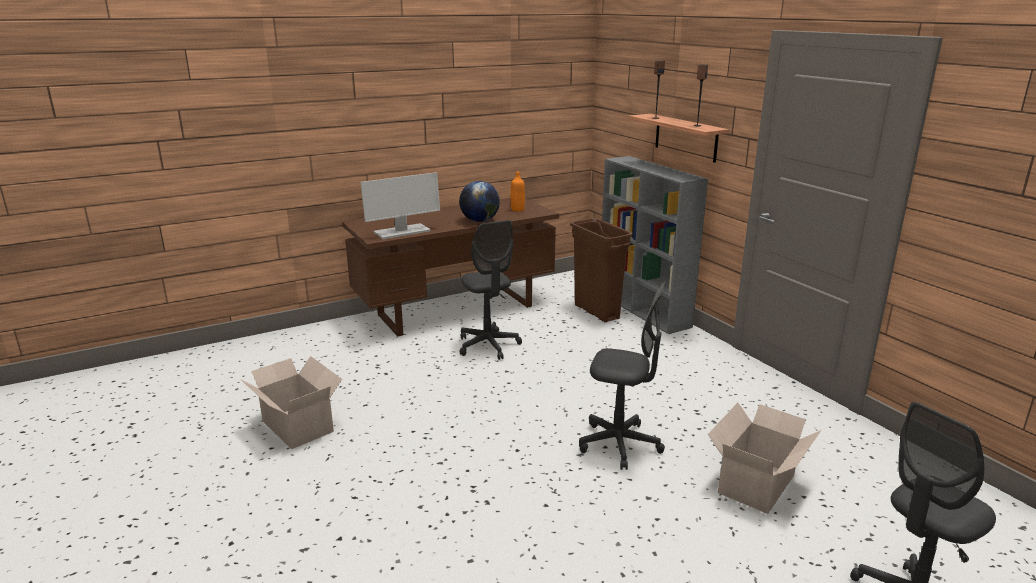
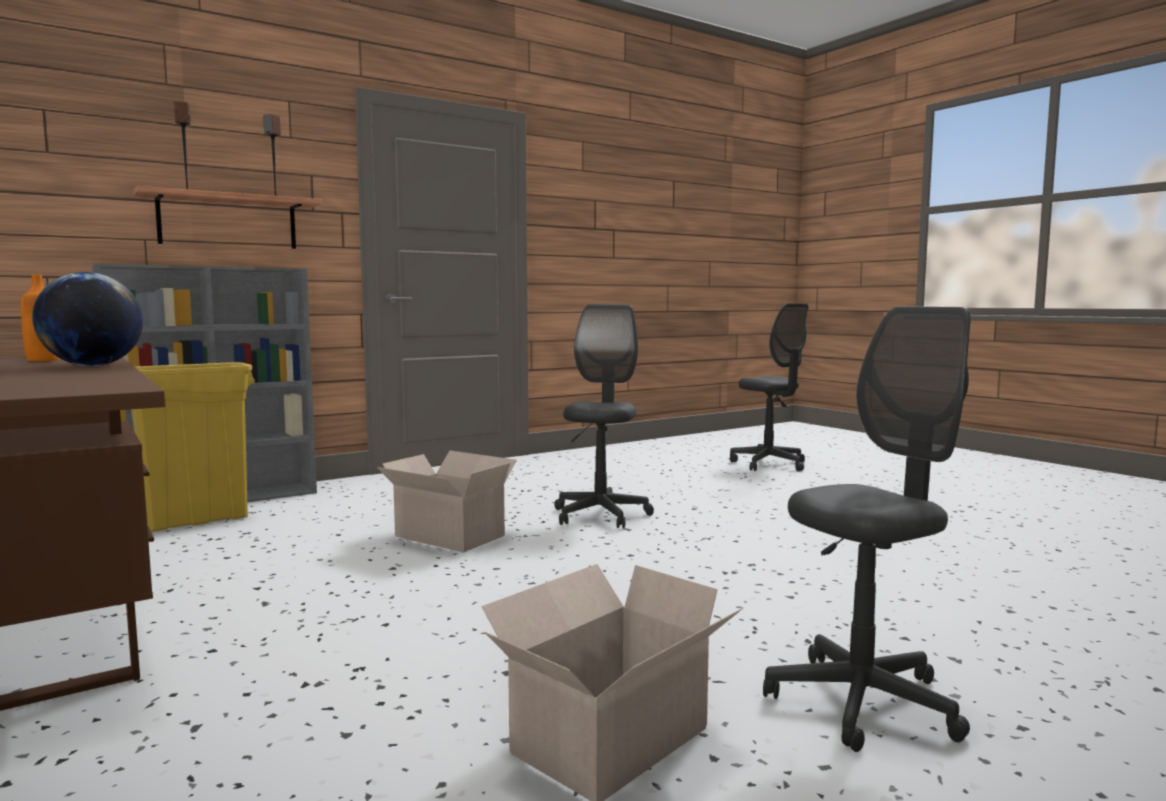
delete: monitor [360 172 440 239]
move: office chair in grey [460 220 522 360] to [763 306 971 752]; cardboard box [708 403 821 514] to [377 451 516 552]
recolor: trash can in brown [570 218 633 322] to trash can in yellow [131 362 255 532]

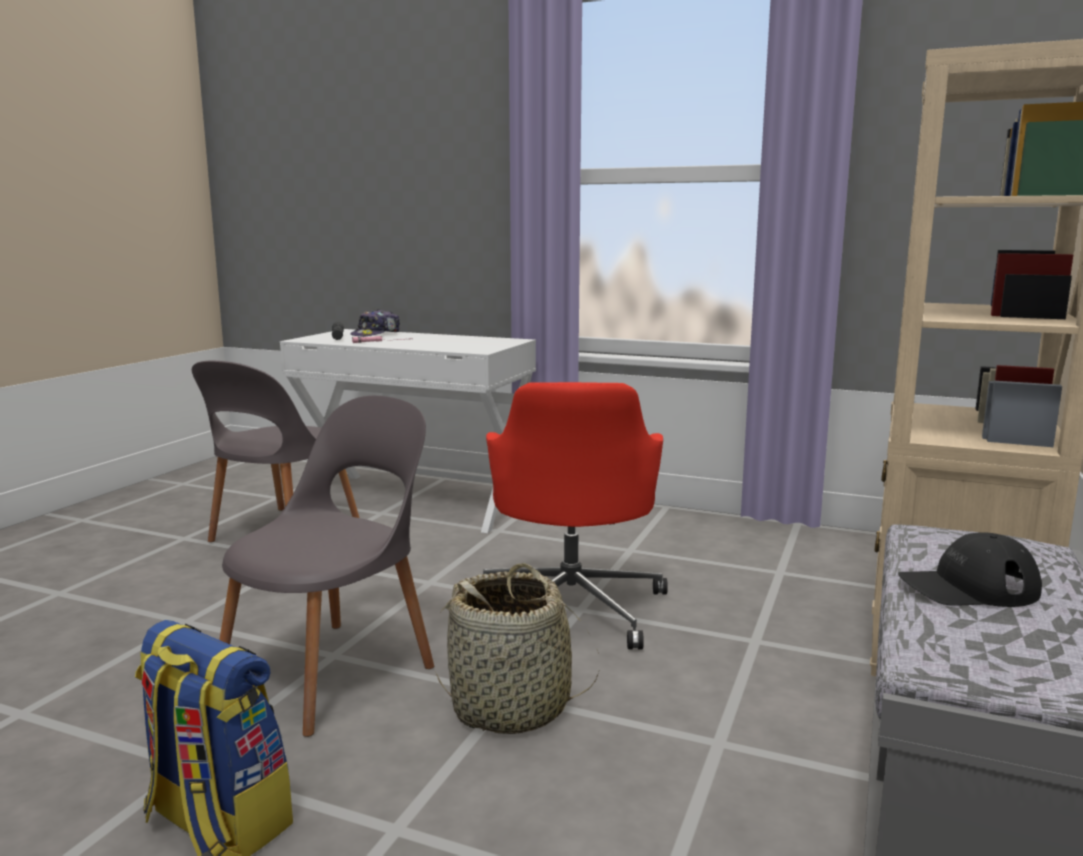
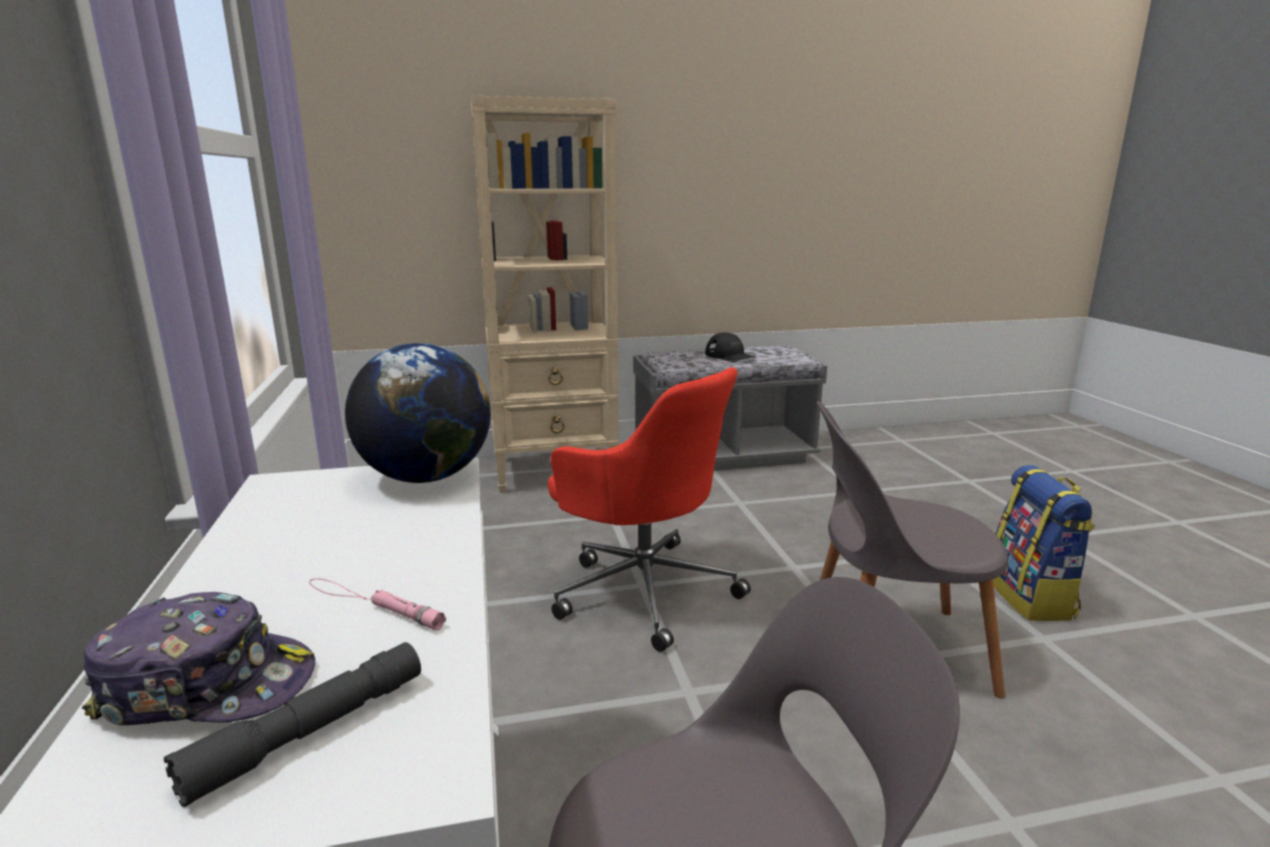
delete: basket [436 563 600 734]
insert: globe [345 343 491 483]
rotate: office chair in red [483 382 668 650] = [548 367 751 652] 75 degrees clockwise

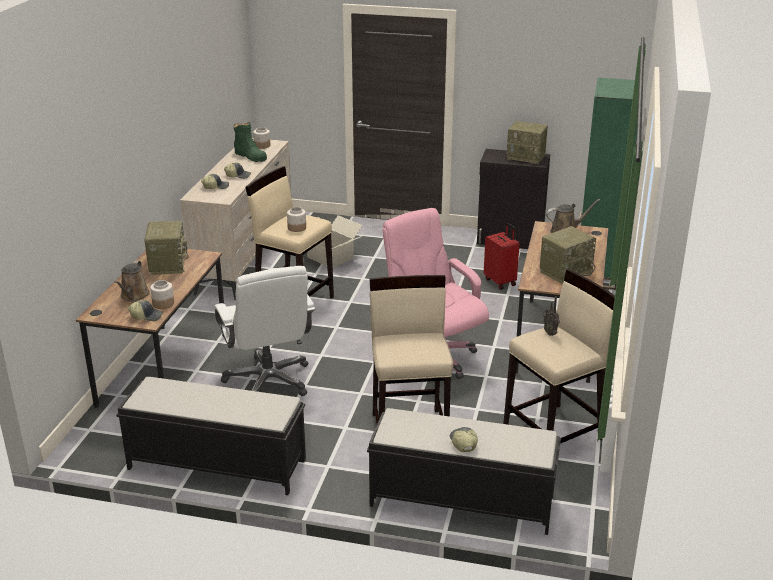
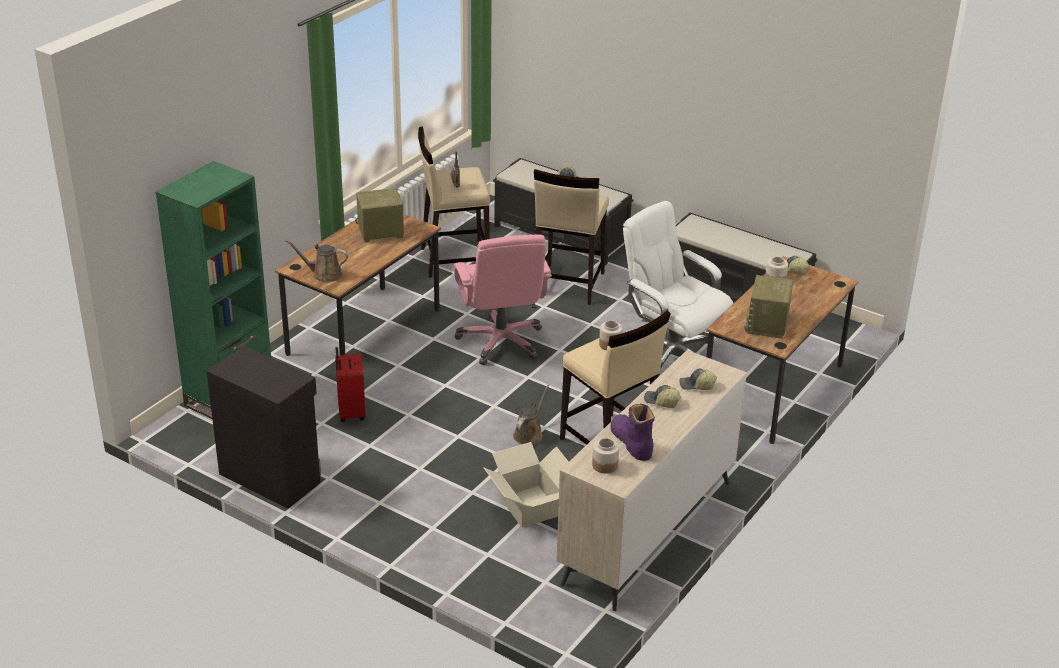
delete: radio [506 121 548 164]
move: watering can in brown [114 260 150 302] to [513 385 549 444]
recolor: boot in green [234 122 267 162] to boot in purple [610 404 655 461]
rotate: office chair in white [214 266 316 396] = [623 201 733 377] 45 degrees counterclockwise

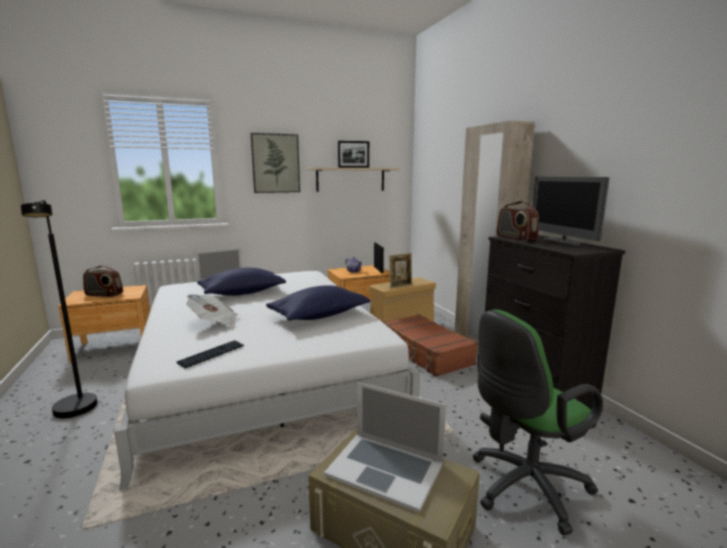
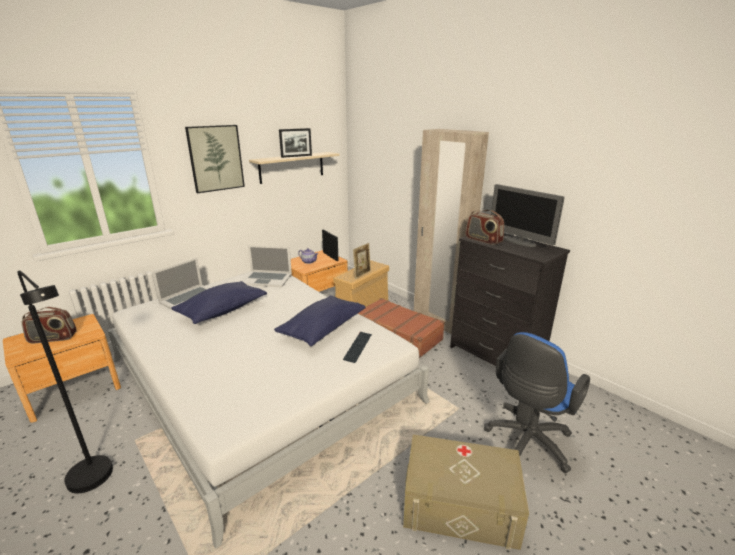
delete: newspaper [186 294 238 326]
move: keyboard [177 340 244 368] to [343 332 372 363]; laptop [324 382 446 513] to [240 245 292 287]
recolor: office chair in green [472 309 603 535] to office chair in blue [484 332 590 473]

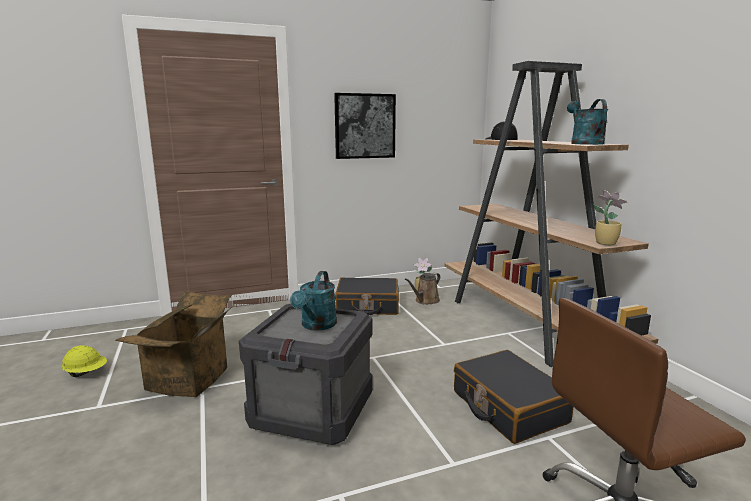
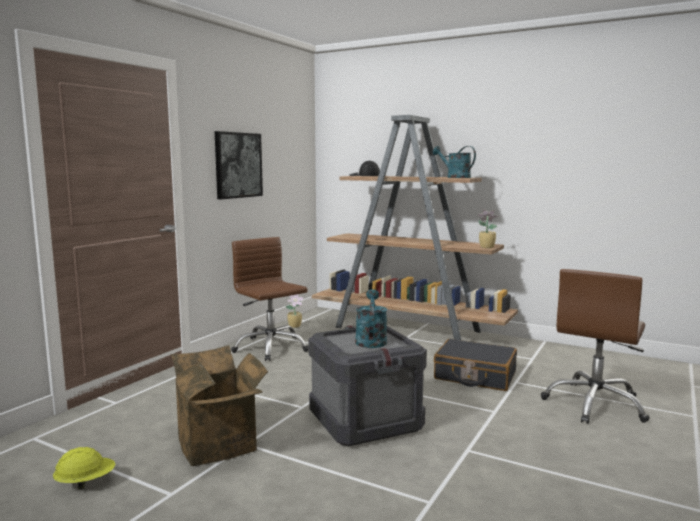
delete: watering can in brown [405 273 440 305]
replace: suitcase in black [335 277 399 315] to office chair in brown [231 237 309 361]
rotate: watering can in turquoise [290 271 337 331] = [355 289 387 348] 150 degrees counterclockwise

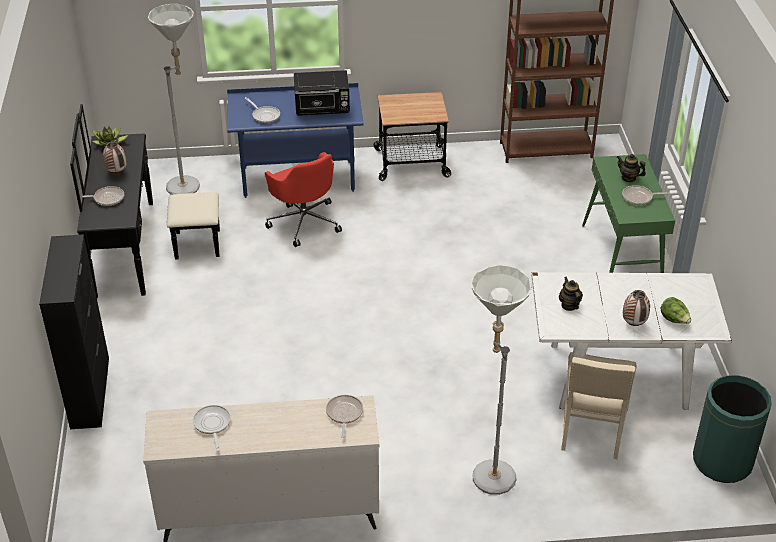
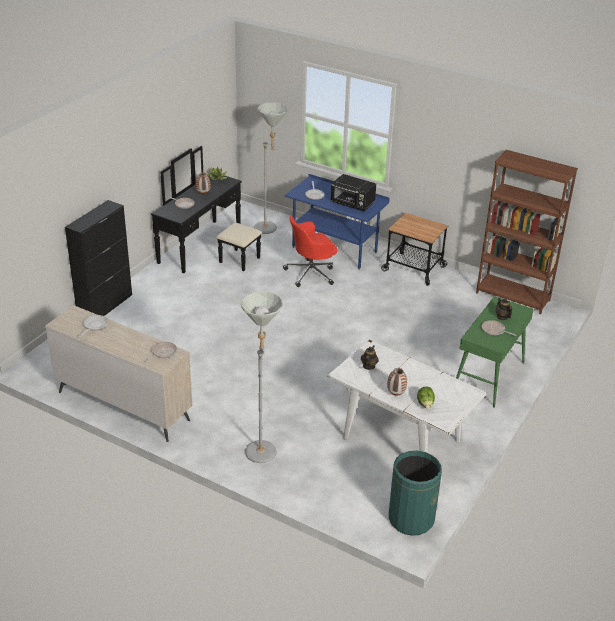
delete: chair in beige [561 352 637 459]
rotate: office chair in red [265 152 342 247] = [283 216 338 287] 60 degrees clockwise

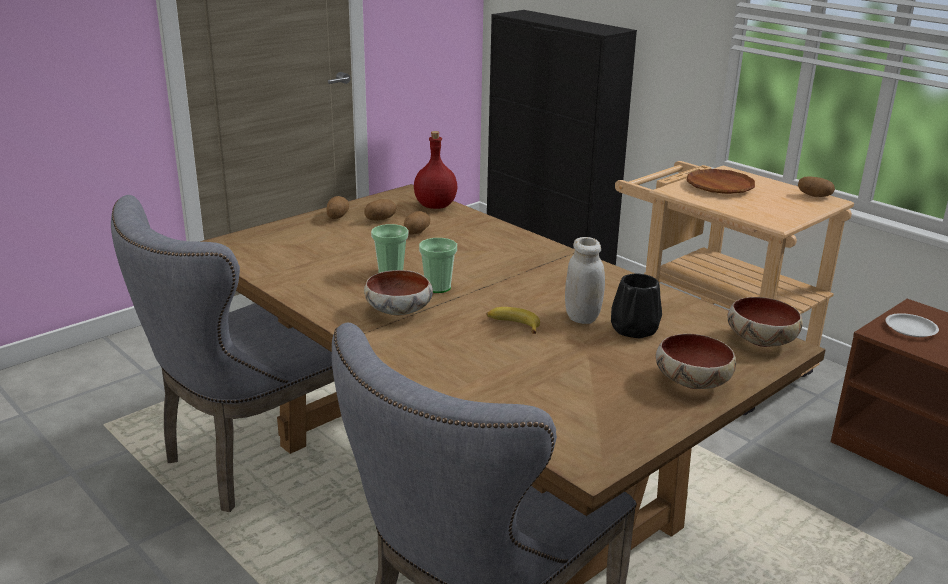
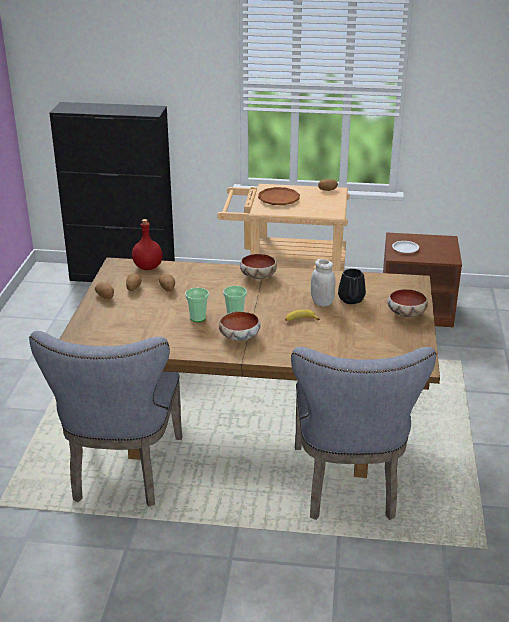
move: bowl [727 297 803 347] to [240 254 277 279]

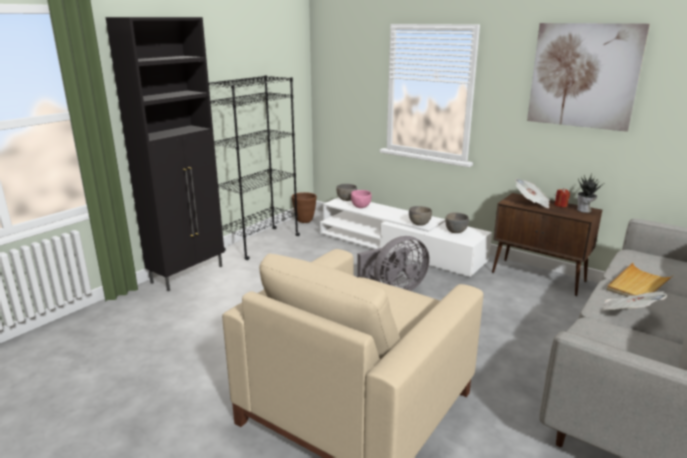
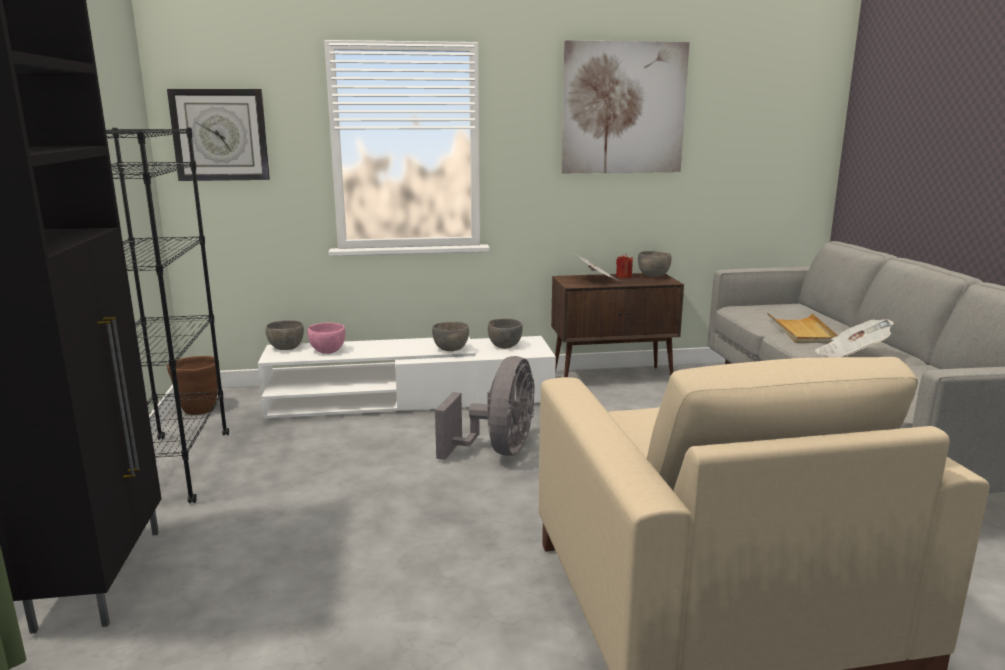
insert: wall clock [167 89 270 181]
replace: potted plant [577 173 605 213] to bowl in grey [638 251 671 277]

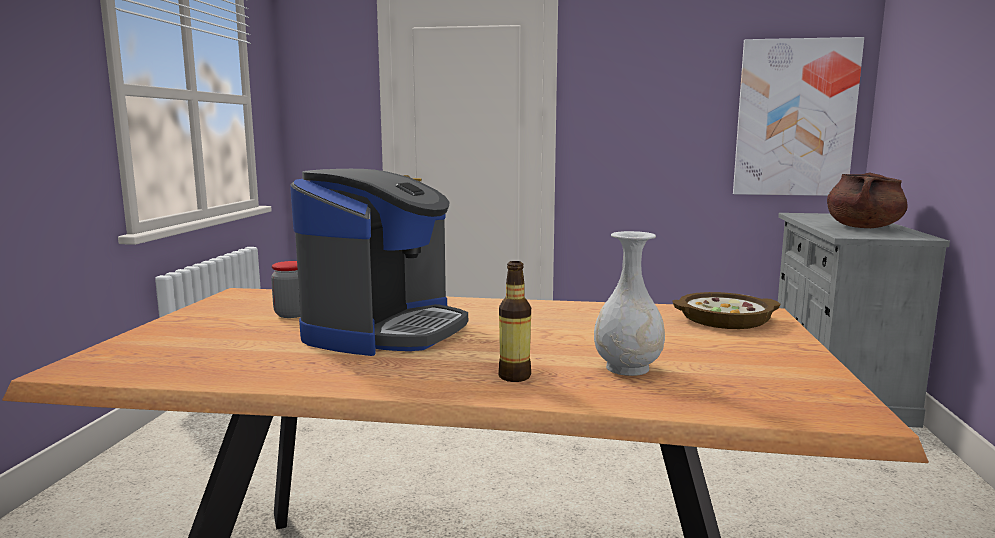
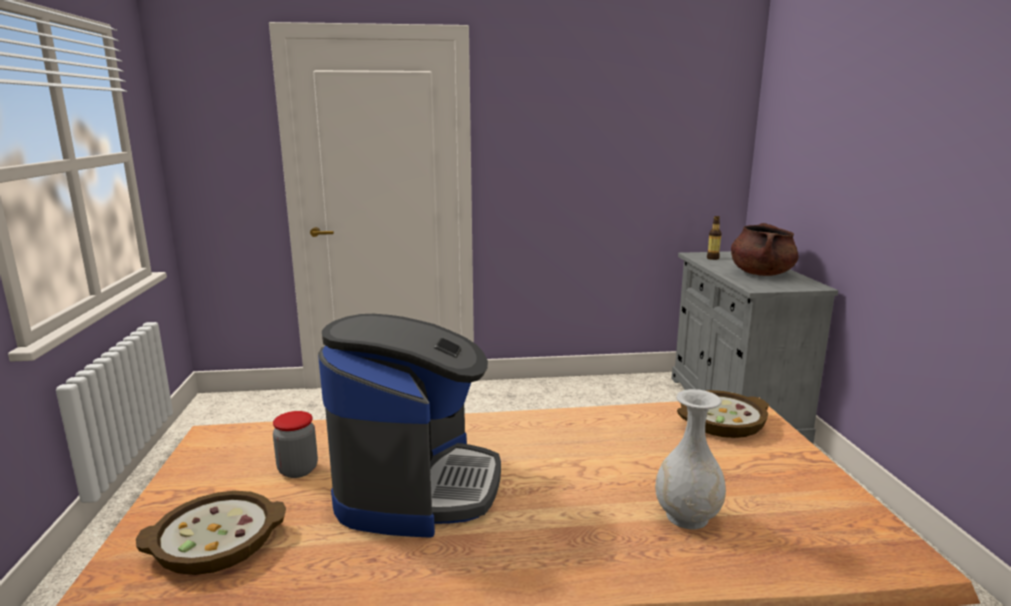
delete: picture [733 37 864 196]
insert: bowl [136 491 286 575]
move: bottle [498 261 531 382] to [707 216 721 260]

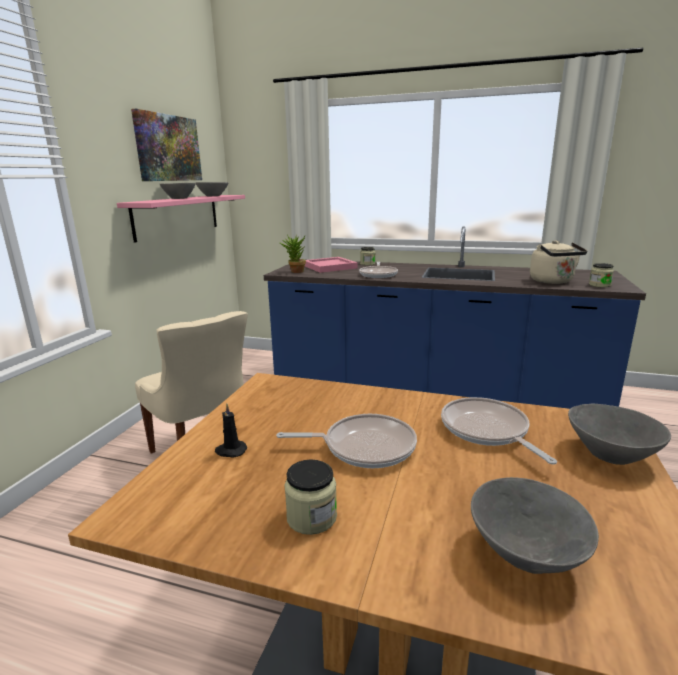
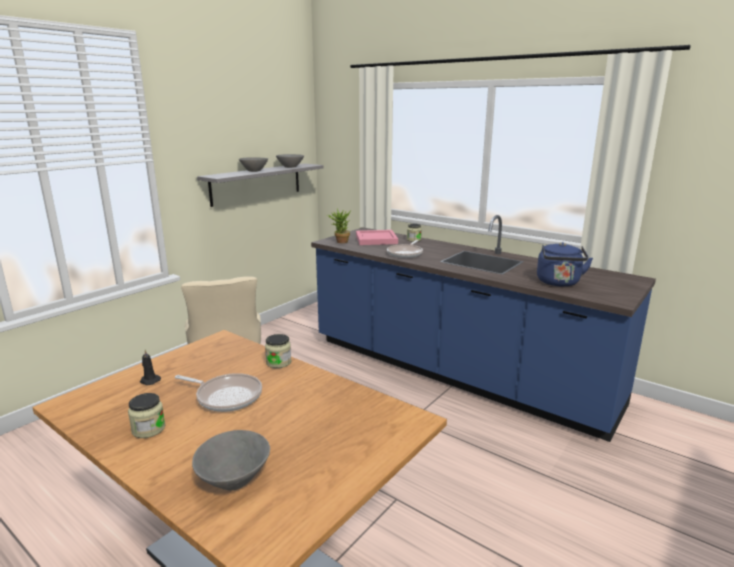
delete: picture [131 109 202 181]; frying pan [441 397 557 464]; bowl in grey [568 404 671 465]
move: jar [589 263 614 288] to [265 334 291 368]
recolor: shelf in pink [117 195 245 243] to shelf in grey [197 163 324 207]; kettle in beige [530 240 588 284] to kettle in blue [537 242 593 287]

